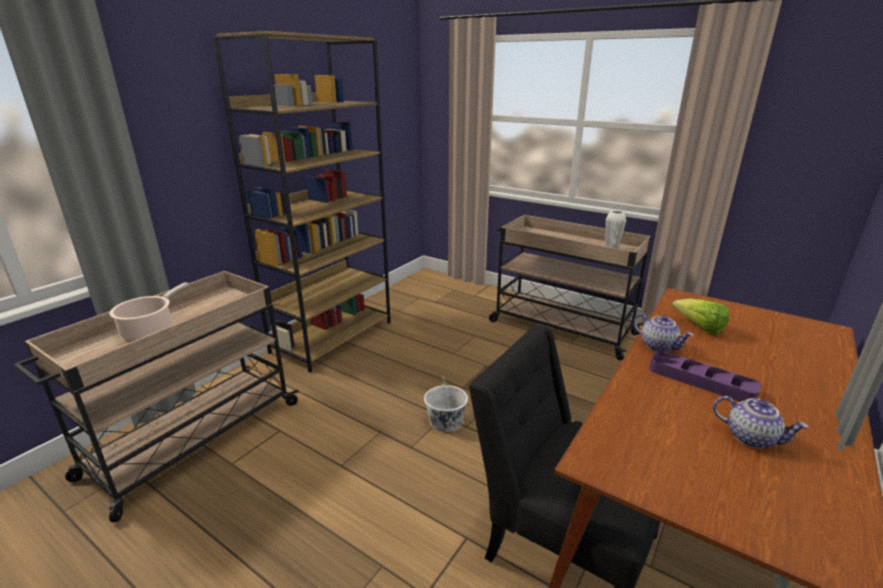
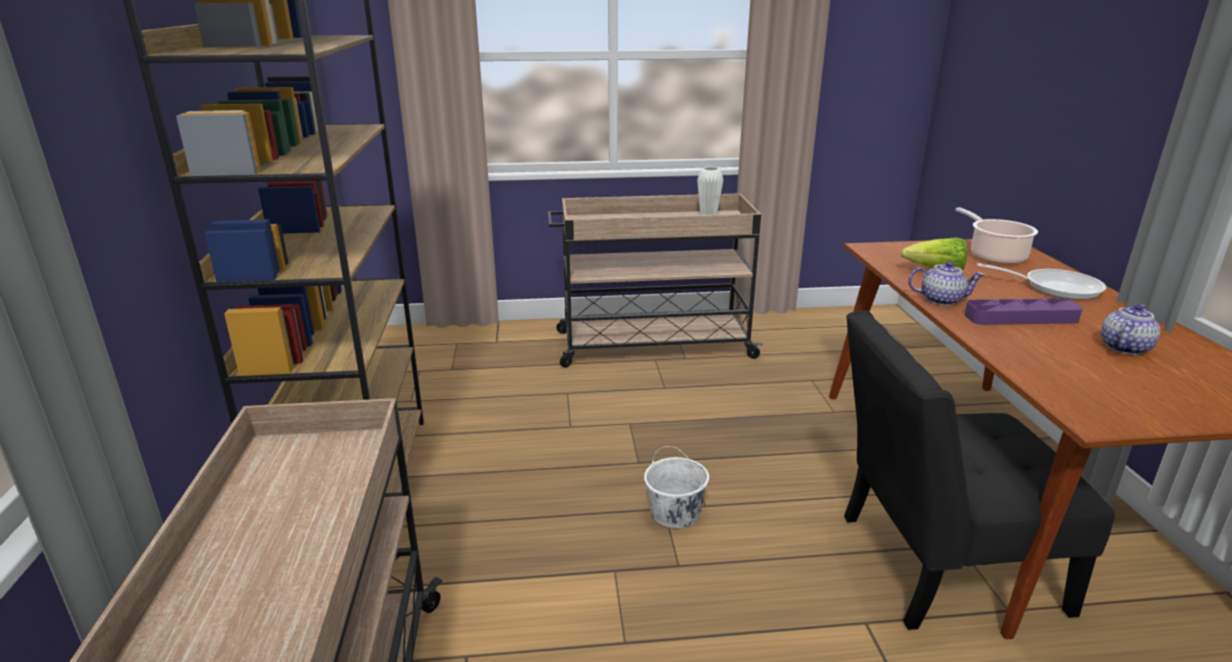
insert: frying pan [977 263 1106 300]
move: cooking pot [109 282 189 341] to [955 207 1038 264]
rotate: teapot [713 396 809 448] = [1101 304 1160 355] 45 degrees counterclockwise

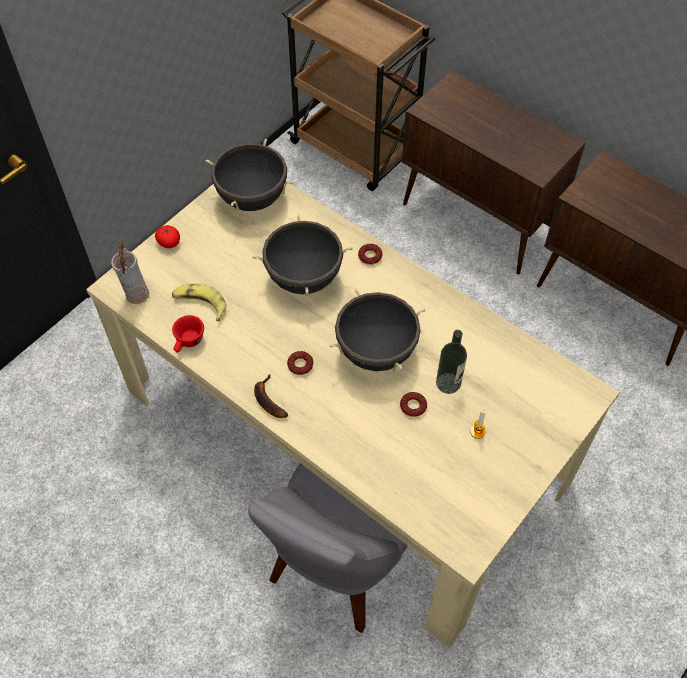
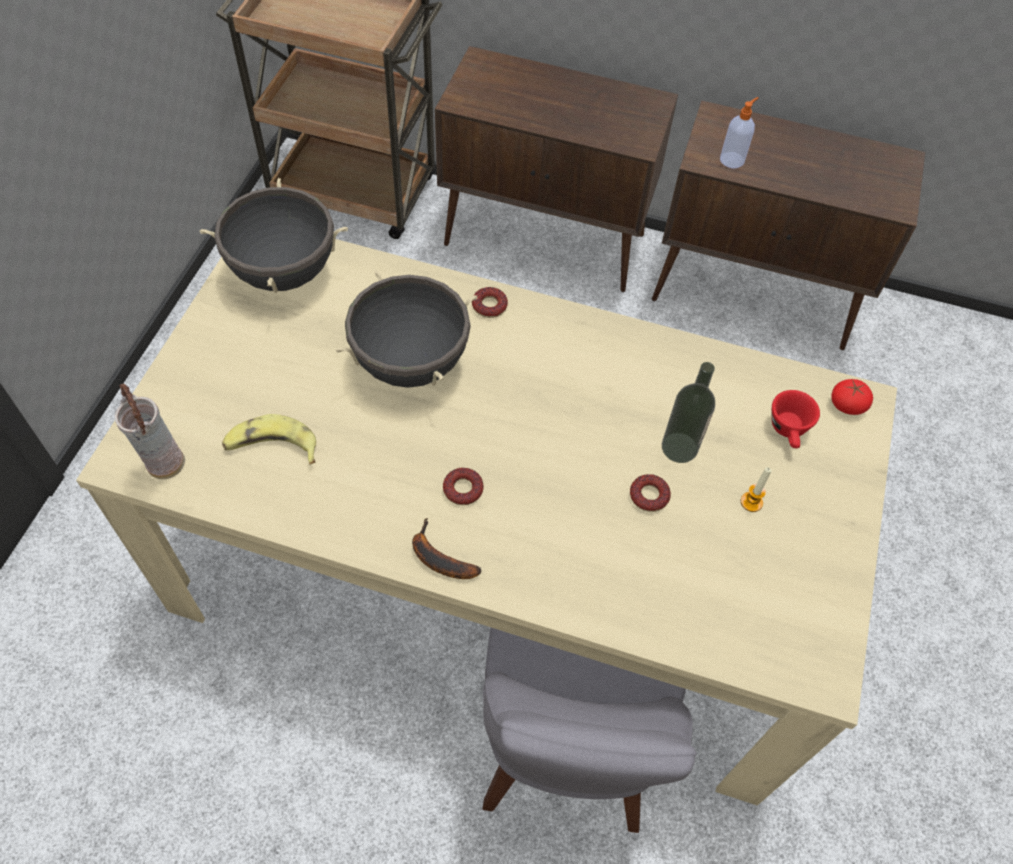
delete: cooking pot in black [329 288 425 371]
insert: soap dispenser [720 97 759 169]
move: tomato [155 225 180 248] to [831 379 873 415]; cup in red [172 315 204 353] to [771 390 820 448]

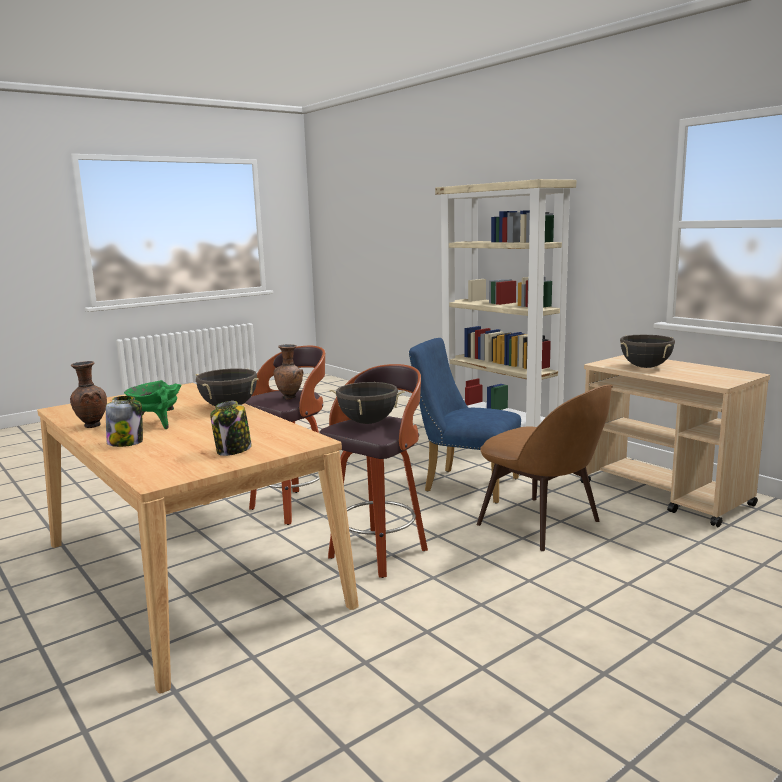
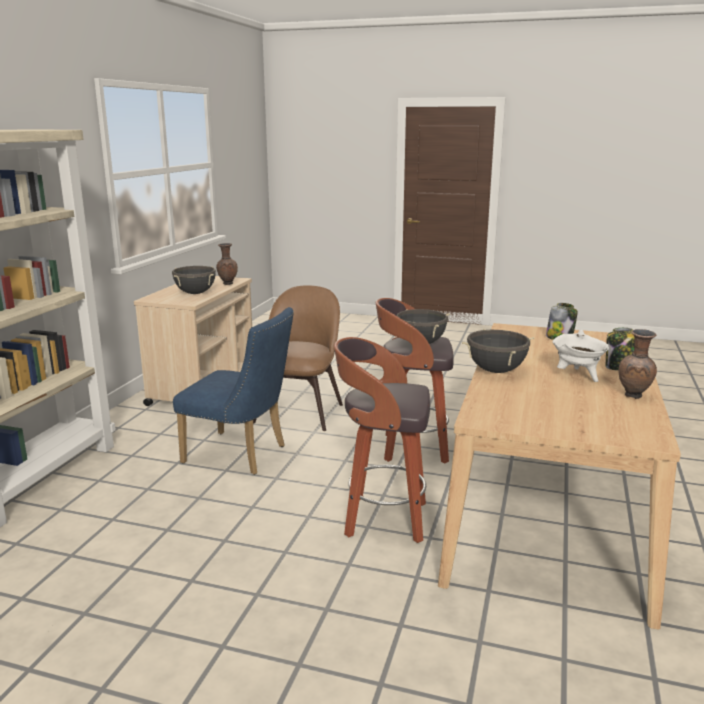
move: vase in brown [274 344 303 400] to [216 243 238 285]
recolor: cooking pot in green [124 380 182 429] to cooking pot in white [552 329 609 382]
rotate: chair in blue [409 338 521 504] = [173 307 294 475] 60 degrees counterclockwise

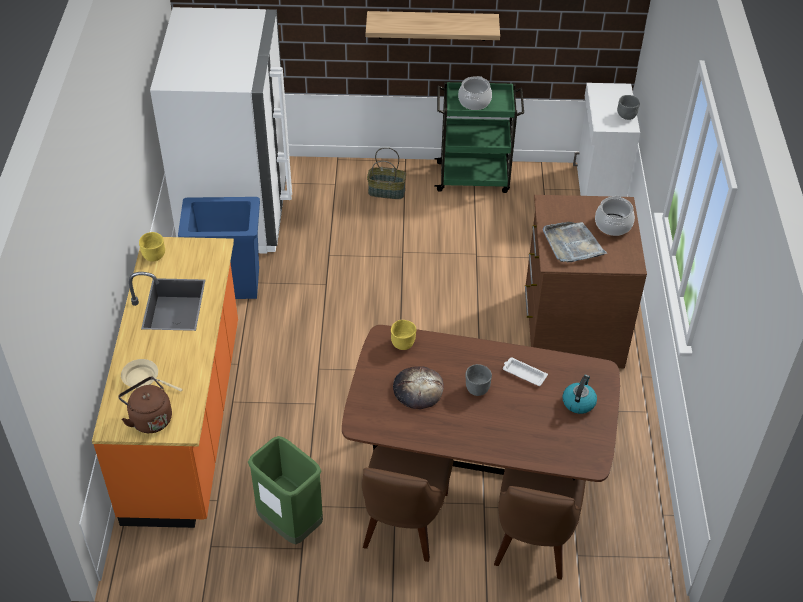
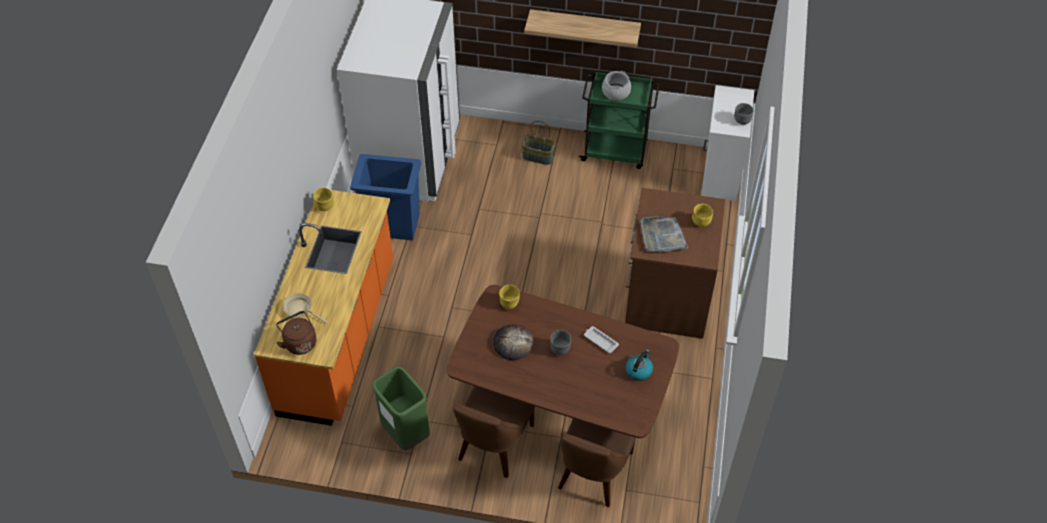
replace: cooking pot [595 195 635 236] to bowl in yellow [692 204 713 227]

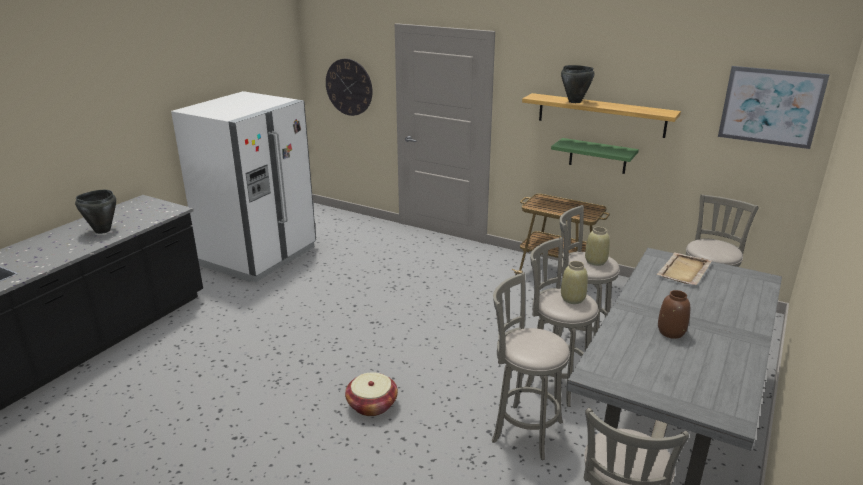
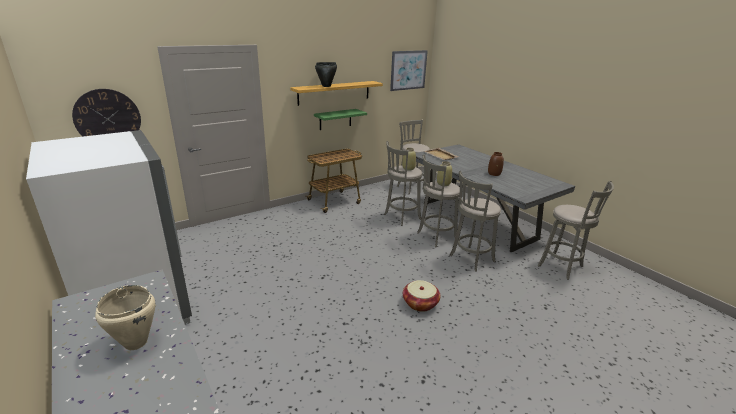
recolor: cooking pot in black [75 190 116 234] to cooking pot in beige [95 285 155 350]

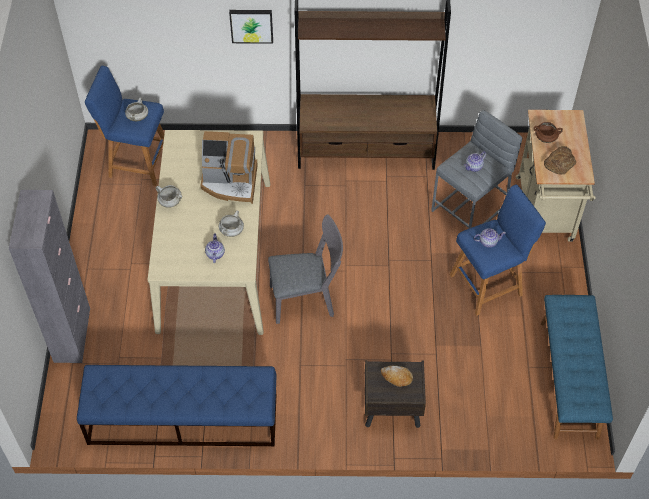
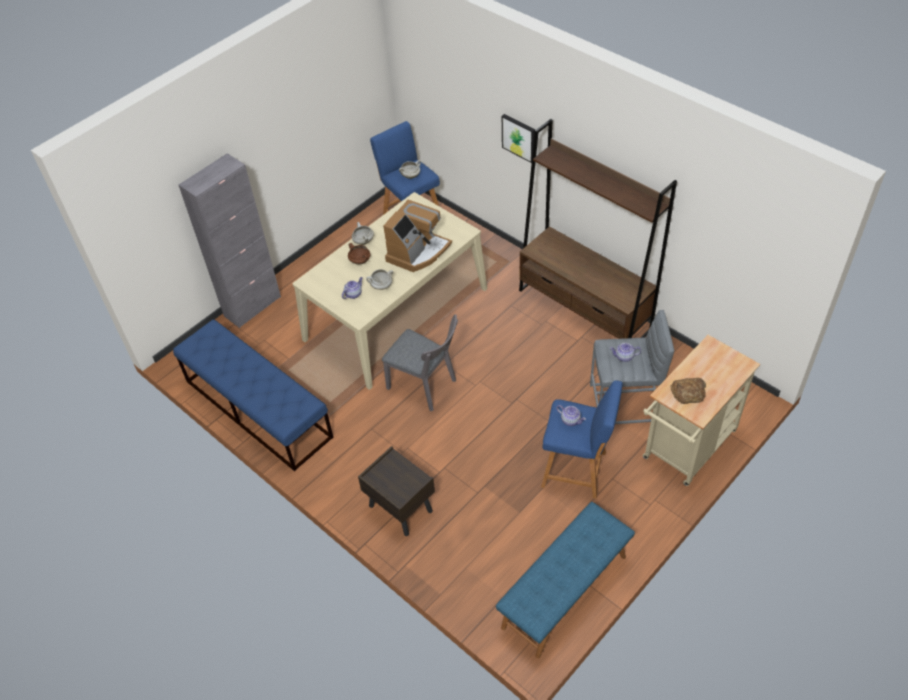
delete: bread [381 365 413 387]
move: cooking pot in brown [534 122 563 143] to [348 243 370 264]
rotate: coffee machine [200 131 258 204] = [383 199 452 272] 105 degrees counterclockwise

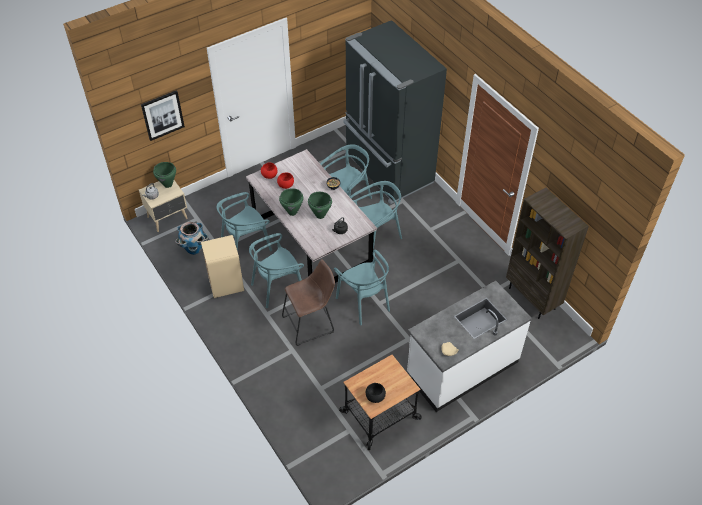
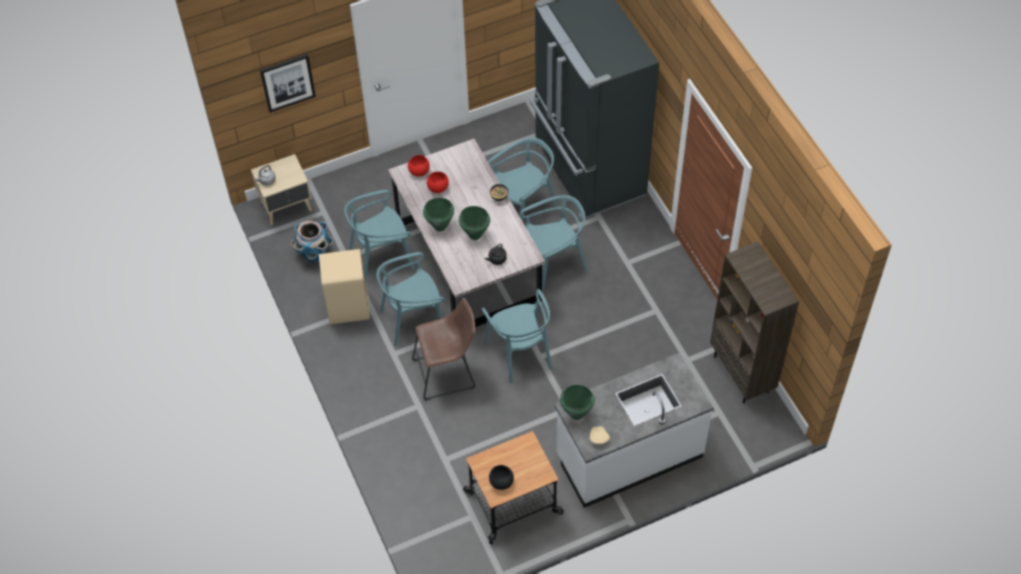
move: cooking pot in green [153 162 176 188] to [560 384 595 420]

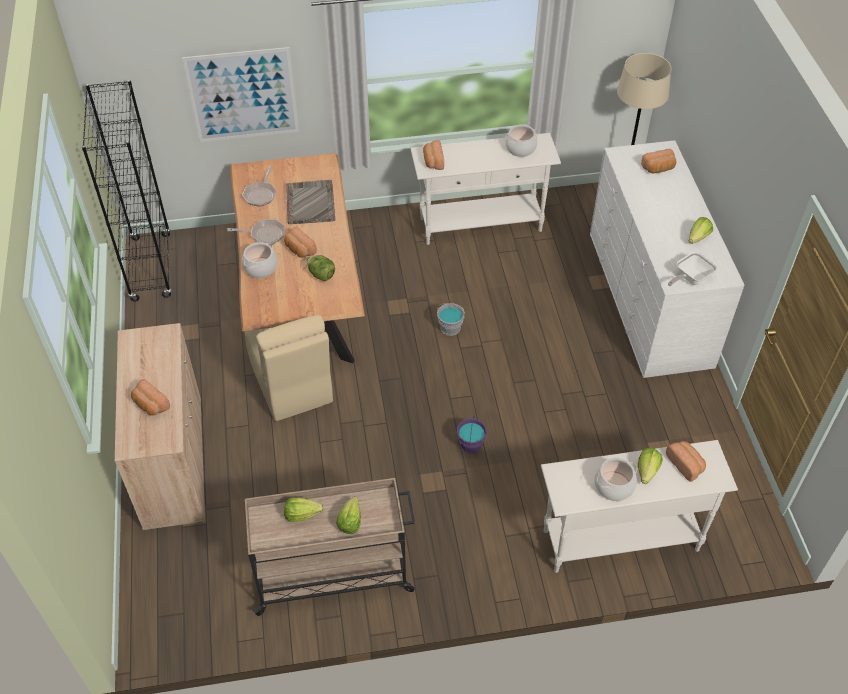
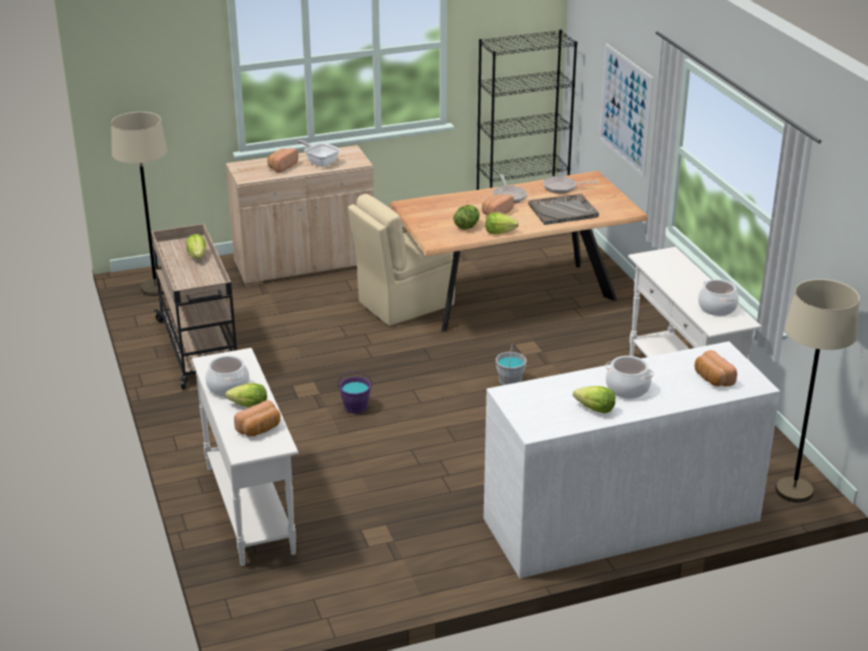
delete: bread [423 140 444 170]
insert: floor lamp in beige [111 112 168 296]
move: cooking pot [242 242 278 278] to [605 356 654 399]; frying pan [668 252 717 286] to [297 140 340 167]; lettuce [336 497 361 534] to [485 212 519 234]

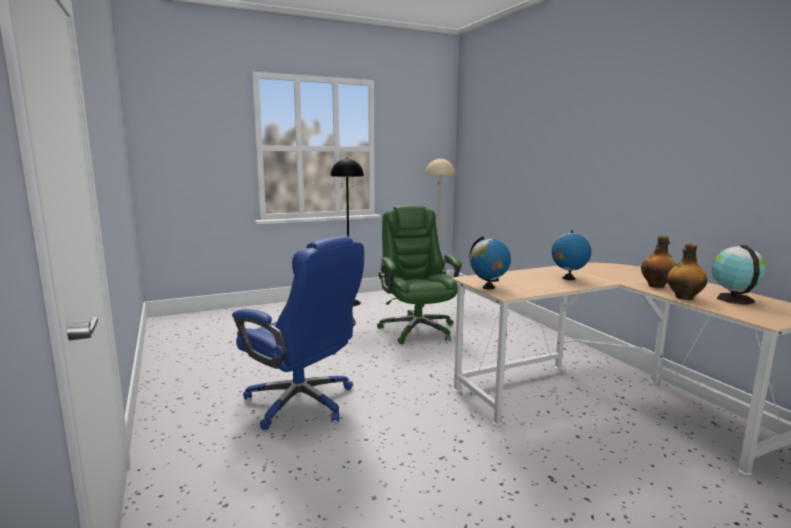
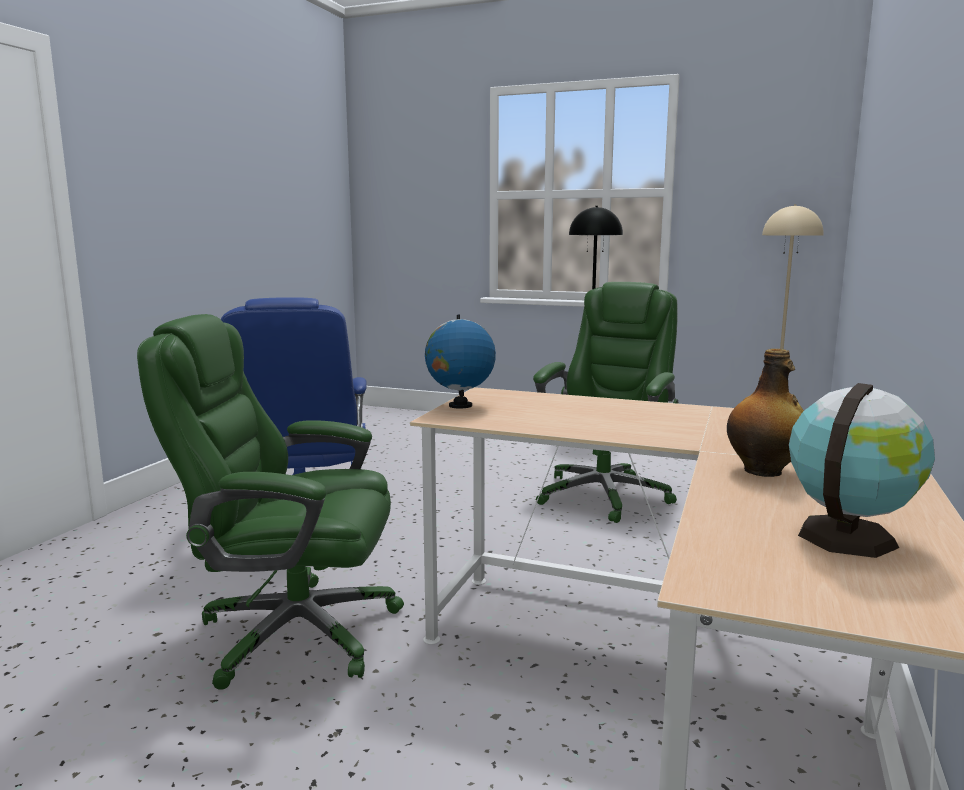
delete: globe [552 230 591 280]; bottle [667 243 707 300]
insert: office chair in green [137 314 404 690]

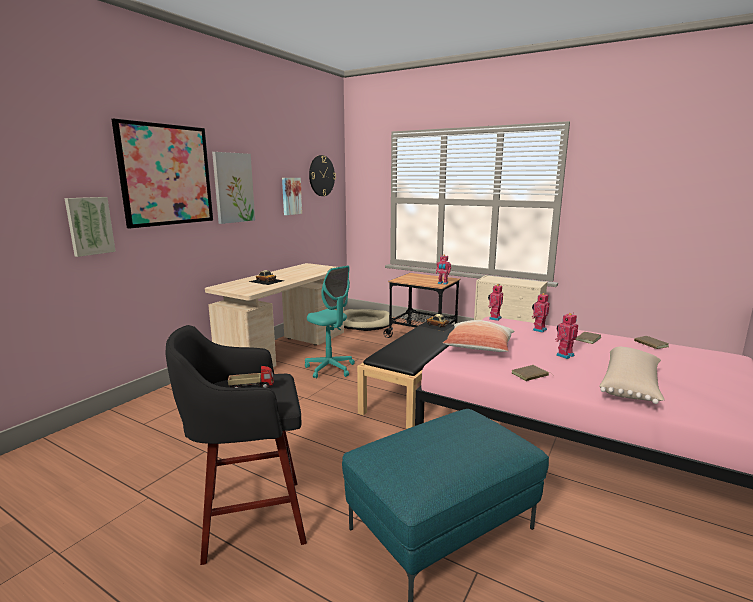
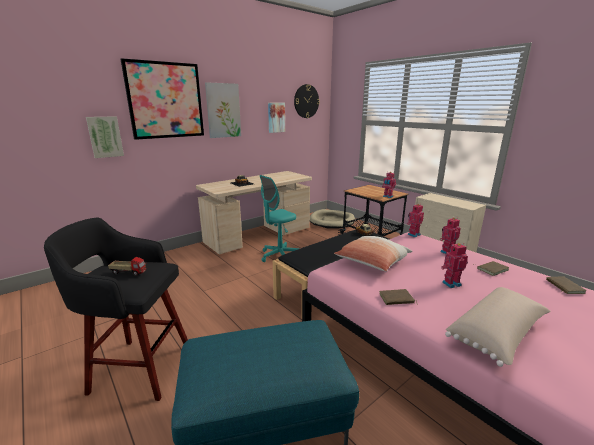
rotate: office chair in turquoise [305 266 355 379] = [260 175 299 262] 75 degrees clockwise

